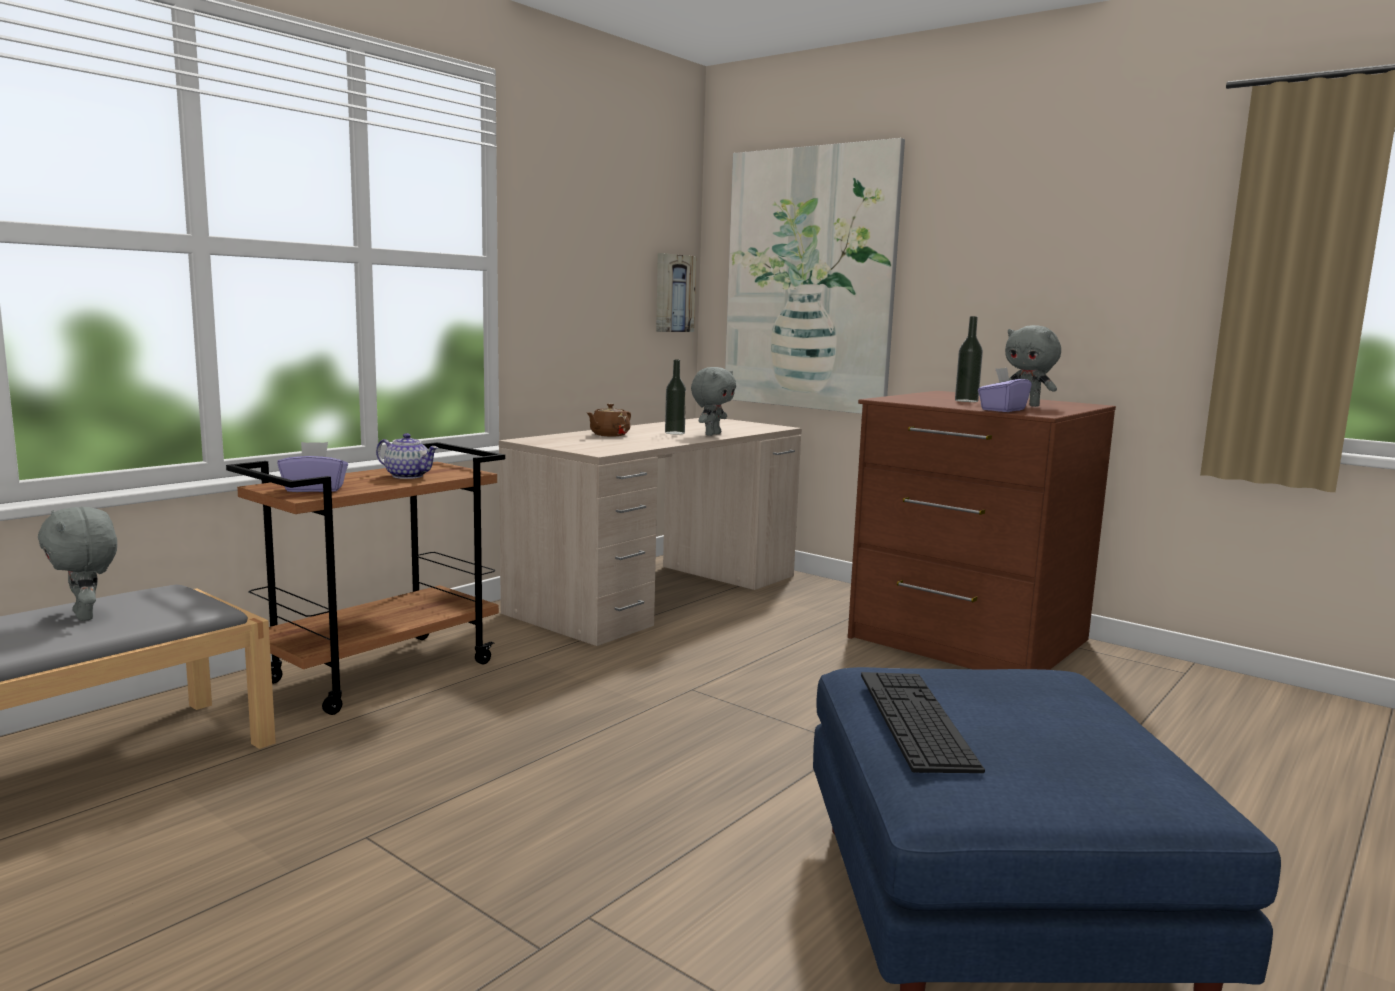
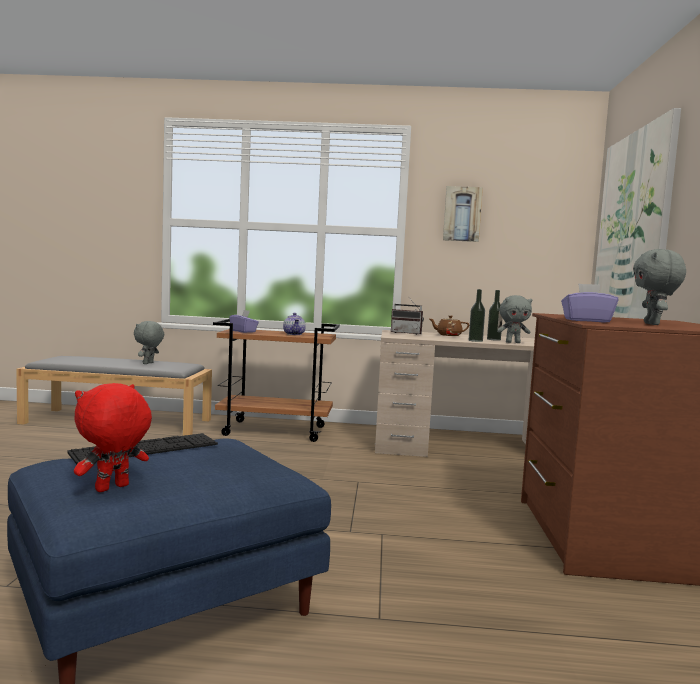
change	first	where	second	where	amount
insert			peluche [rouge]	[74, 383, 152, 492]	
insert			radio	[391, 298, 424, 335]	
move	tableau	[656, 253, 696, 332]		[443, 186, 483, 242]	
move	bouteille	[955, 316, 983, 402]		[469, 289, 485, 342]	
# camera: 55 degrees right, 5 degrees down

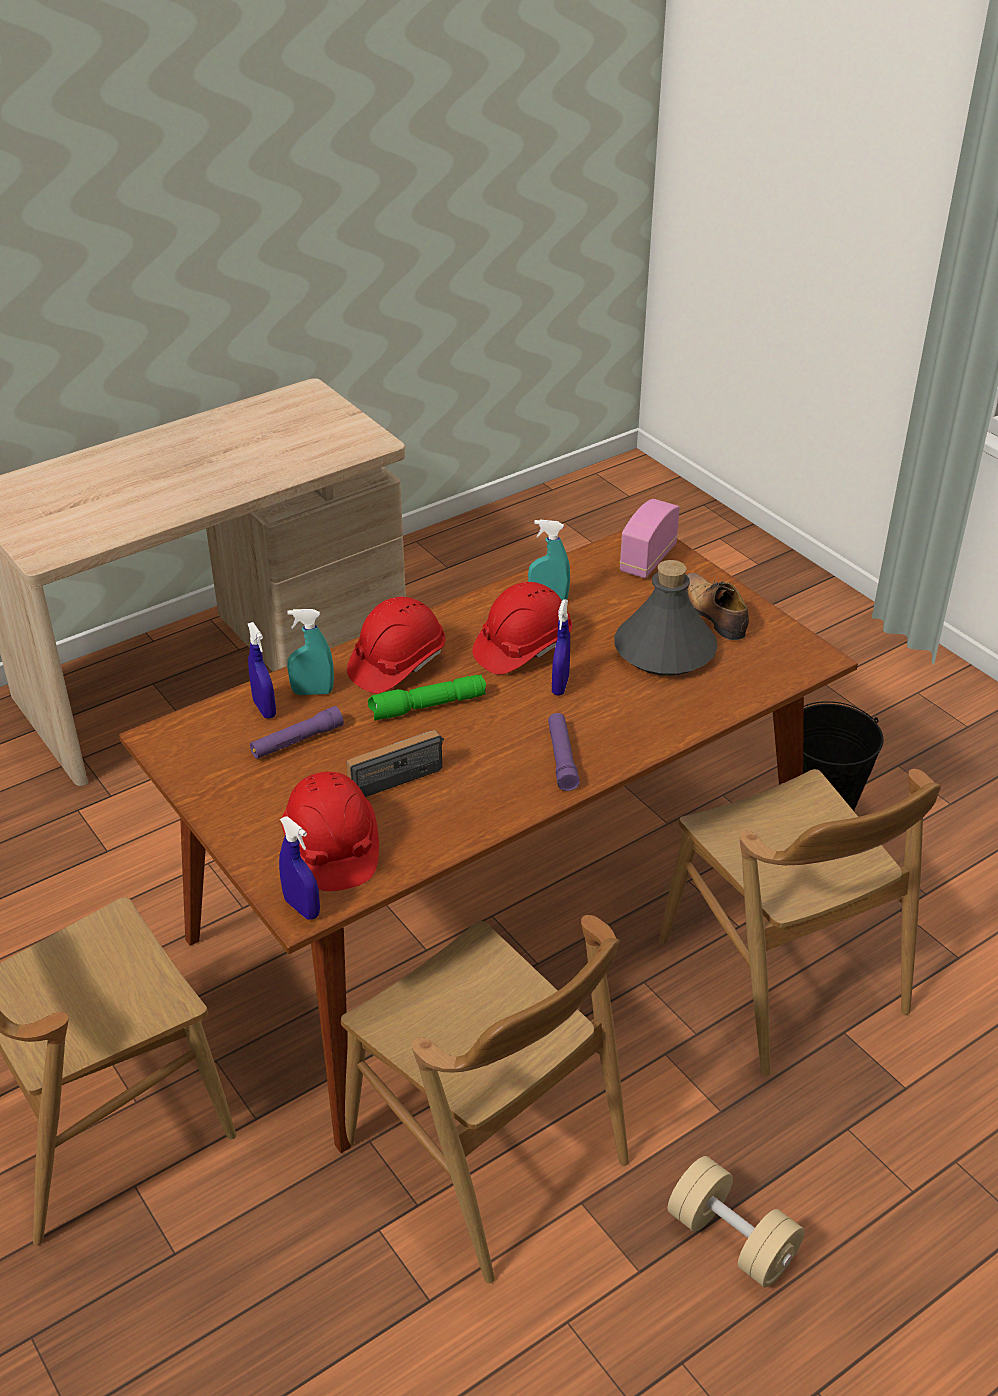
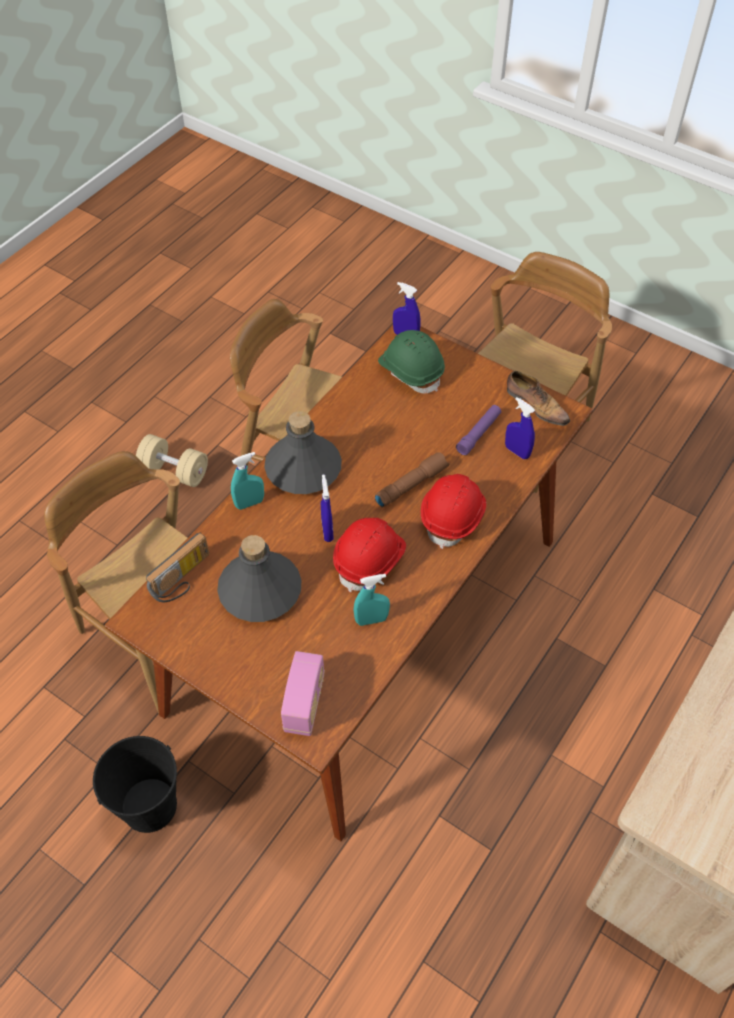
change	first	where	second	where	amount
move	vaporisateur [turquoise]	[287, 609, 334, 695]		[231, 452, 264, 510]	
move	radio	[346, 730, 444, 797]		[146, 532, 209, 602]	
move	chaussure	[686, 573, 749, 640]		[507, 371, 570, 426]	
replace	lampe de poche [violet]	[548, 713, 580, 791]	bouteille [gris]	[264, 411, 342, 494]	
recolor	casque de chantier [rouge]	[282, 772, 379, 891]	casque de chantier [vert]	[378, 330, 445, 393]	
recolor	lampe de poche [vert]	[368, 674, 486, 720]	lampe de poche [marron]	[375, 452, 449, 508]	
# camera: 160 degrees right, 15 degrees up

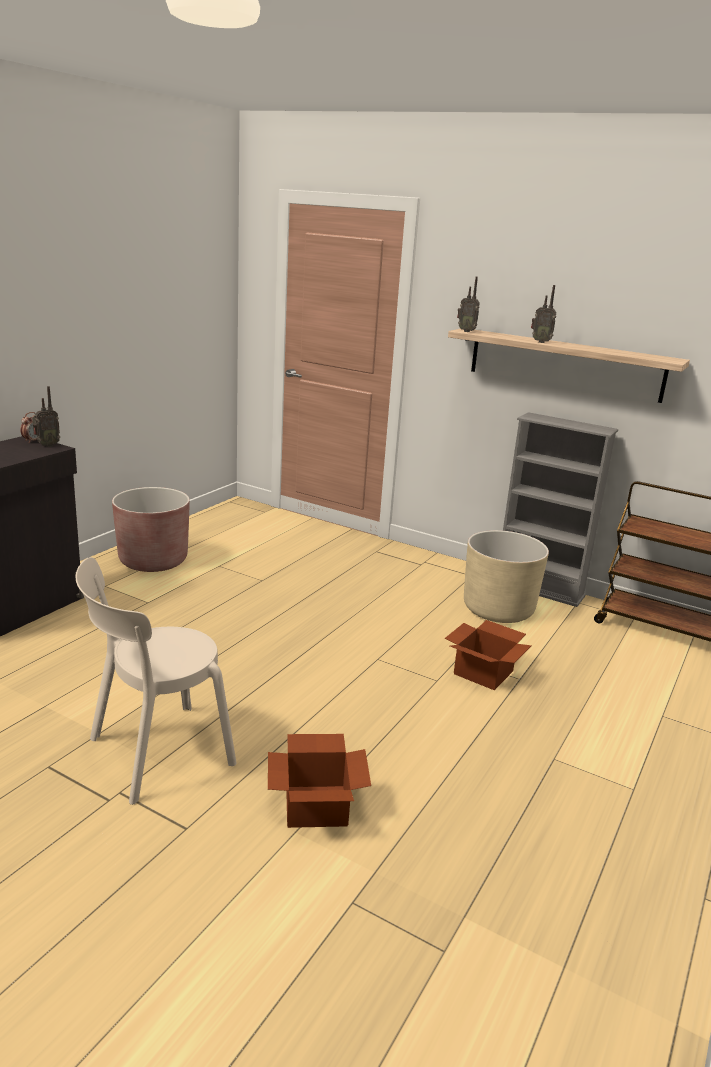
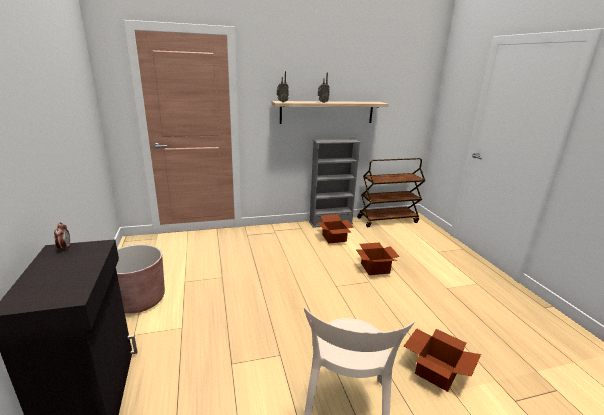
change	first	where	second	where	amount
delete	radio	[32, 386, 60, 447]			
replace	cache-pot [beige]	[464, 530, 549, 623]	carton	[318, 214, 354, 244]	
# camera: 45 degrees left, 0 degrees up

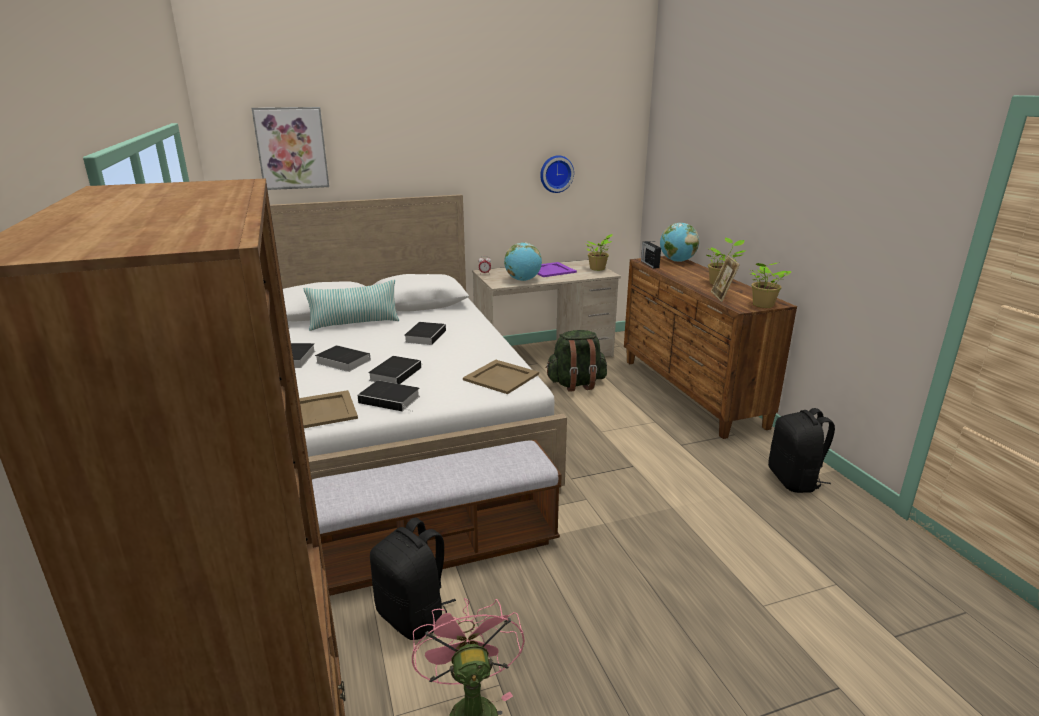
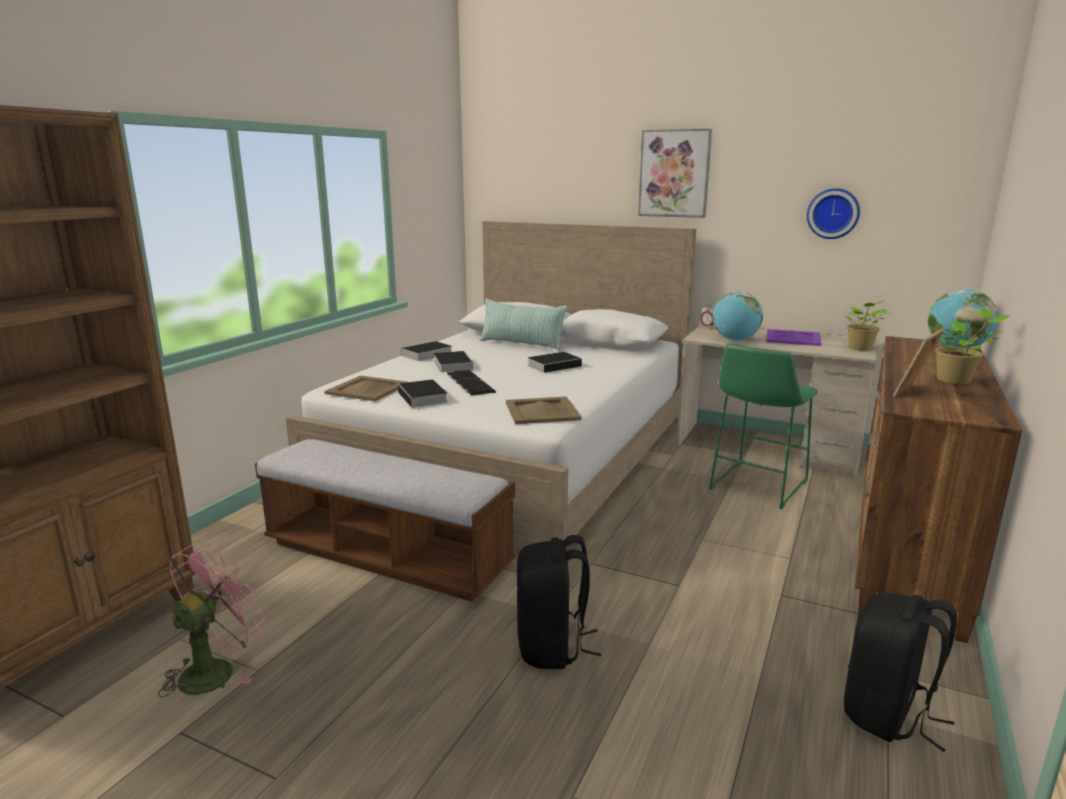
change	first	where	second	where	amount
delete	radio	[641, 241, 661, 269]			
delete	plante en pot	[751, 263, 791, 308]			
move	tableau	[252, 107, 329, 190]		[638, 128, 712, 218]	
move	sac à dos [noir]	[370, 517, 456, 640]		[517, 535, 601, 669]	
replace	livre	[368, 356, 423, 384]	clavier	[447, 370, 496, 396]	
replace	sac à dos [vert]	[546, 330, 607, 392]	tabouret [vert]	[709, 344, 818, 509]	
# camera: 45 degrees right, 5 degrees down

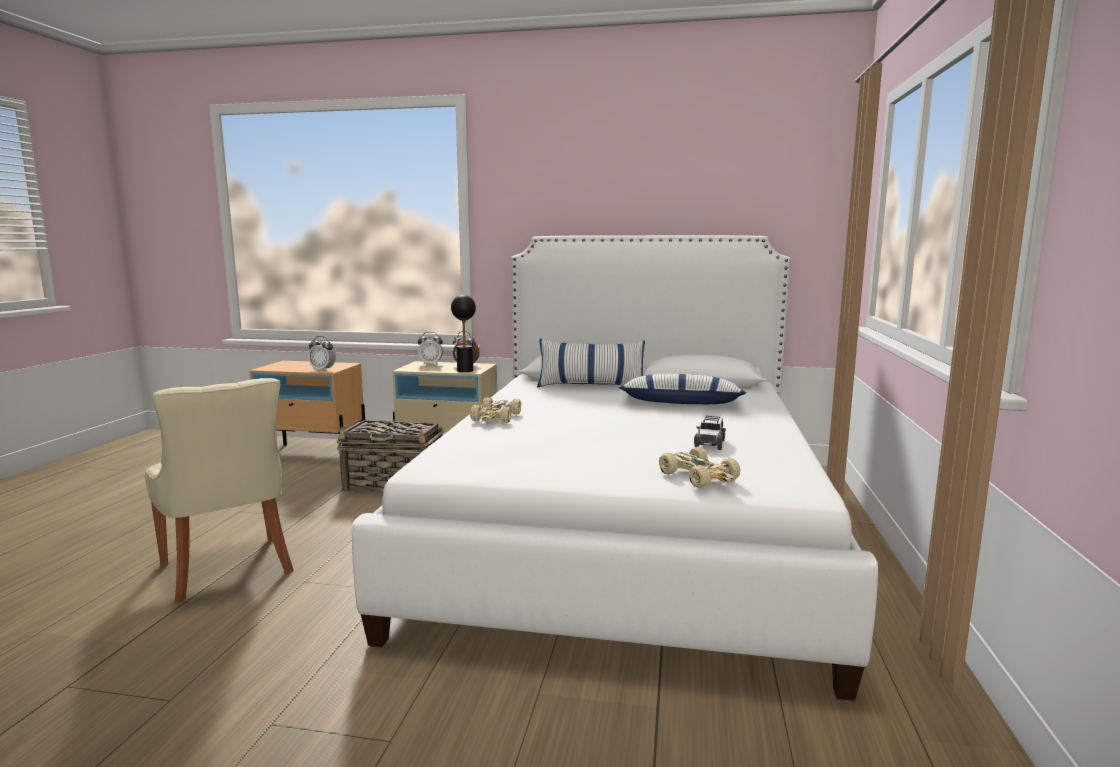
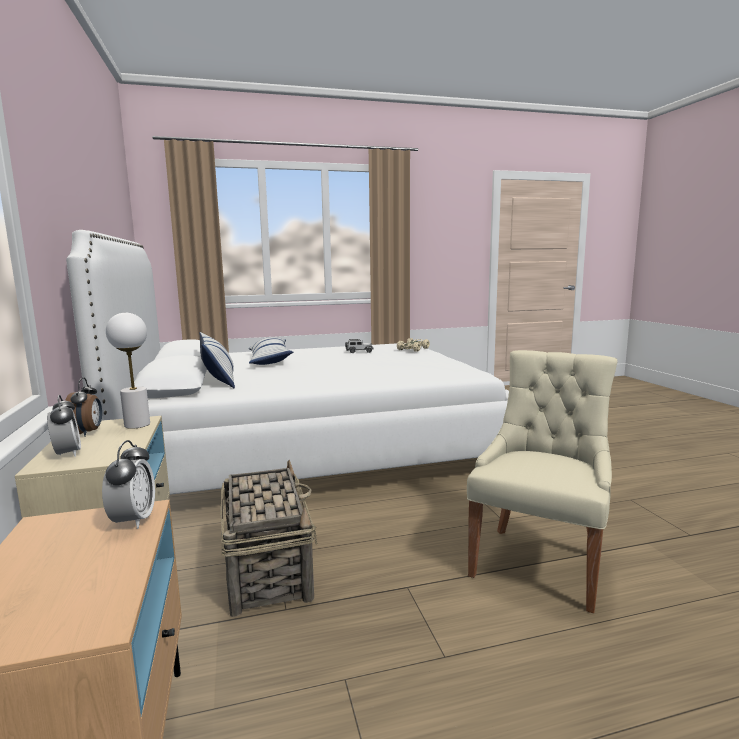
change	first	where	second	where	amount
delete	petite voiture [beige]	[470, 397, 521, 423]			
recolor	lampe de table [noir]	[451, 295, 476, 372]	lampe de table [blanc]	[106, 313, 150, 429]	
# camera: 115 degrees left, 0 degrees up

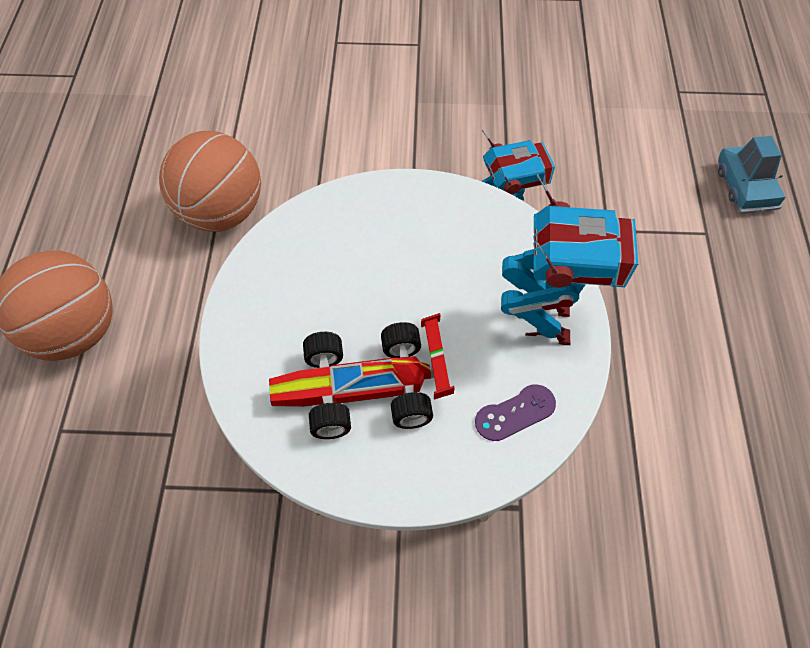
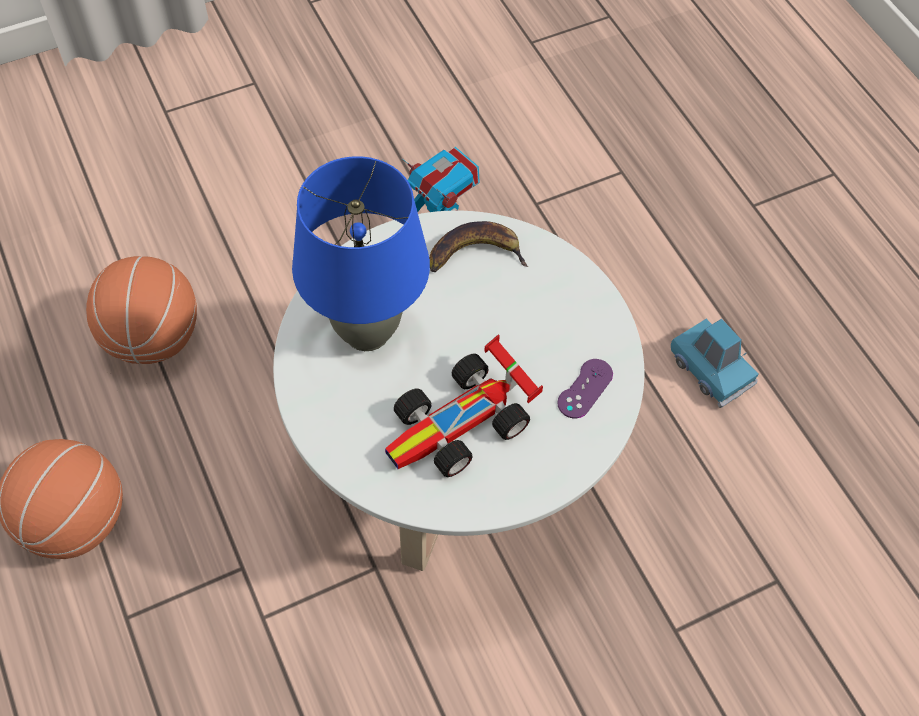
change	first	where	second	where	amount
delete	robot jouet	[501, 174, 638, 345]			
insert			lampe de table [bleu]	[292, 156, 430, 351]	
insert			banane	[429, 221, 528, 272]	
move	petite voiture [bleu]	[718, 136, 785, 214]		[671, 319, 759, 408]	
# camera: 30 degrees left, 0 degrees up

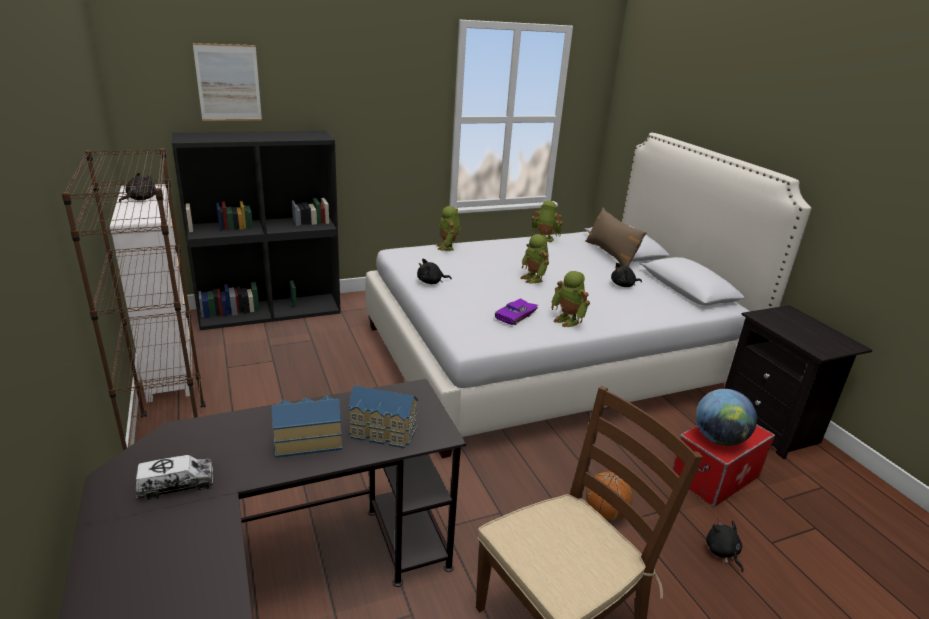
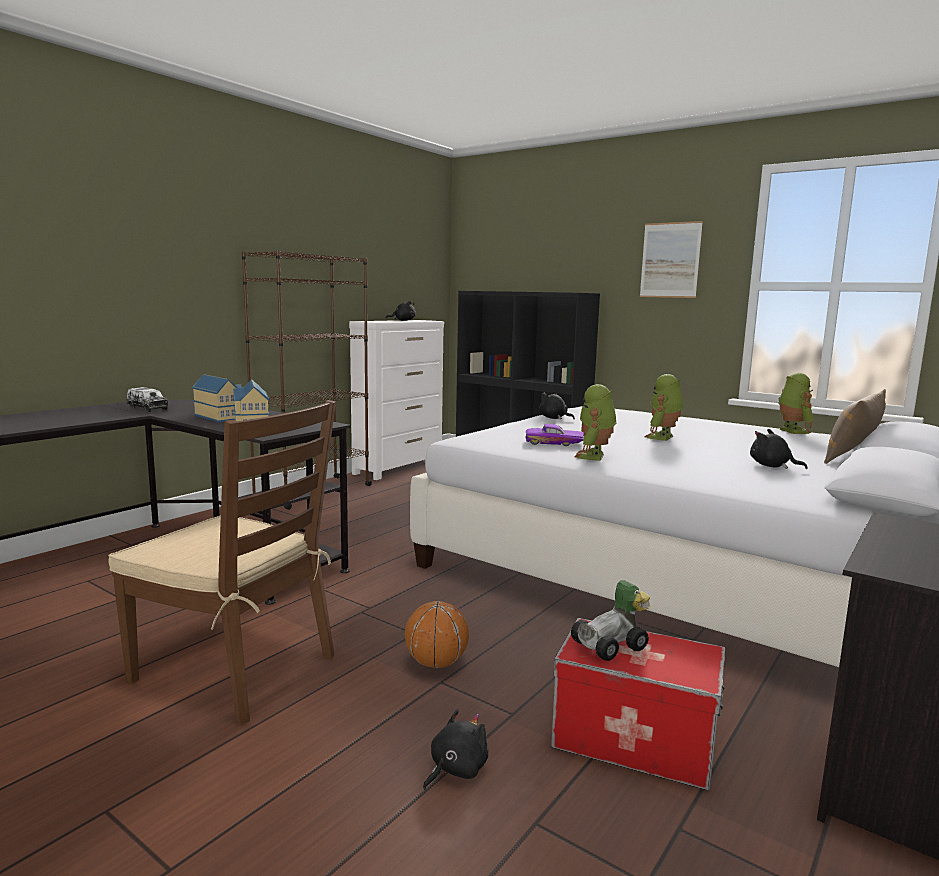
change	first	where	second	where	amount
delete	robot jouet	[436, 206, 461, 251]			
move	tableau	[193, 43, 262, 121]		[640, 221, 703, 298]	
replace	globe	[696, 389, 757, 446]	petite voiture	[571, 580, 651, 661]	
# camera: 60 degrees right, 15 degrees down

